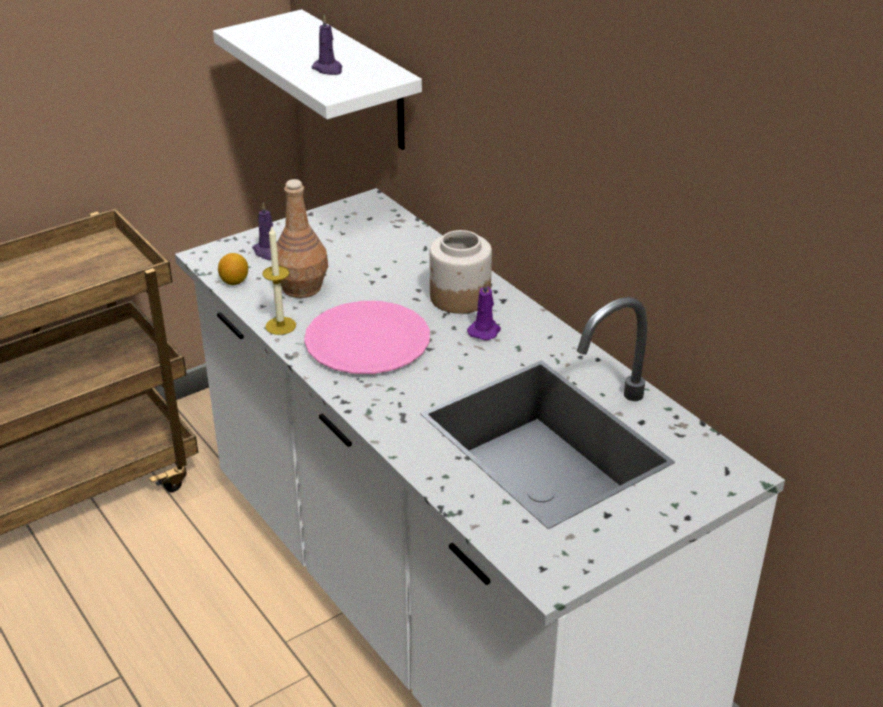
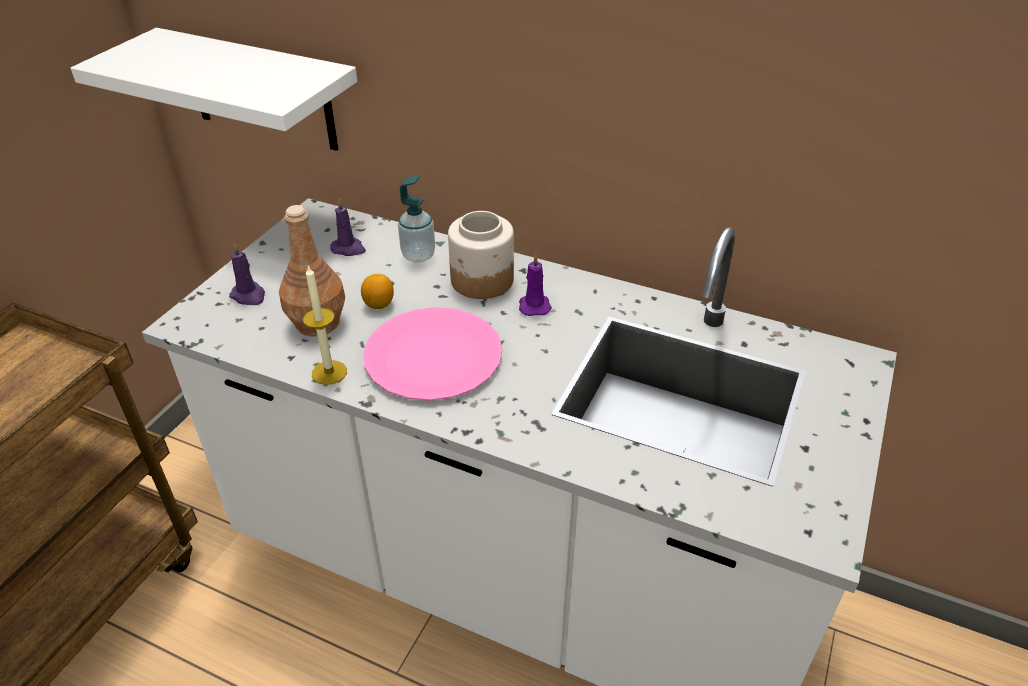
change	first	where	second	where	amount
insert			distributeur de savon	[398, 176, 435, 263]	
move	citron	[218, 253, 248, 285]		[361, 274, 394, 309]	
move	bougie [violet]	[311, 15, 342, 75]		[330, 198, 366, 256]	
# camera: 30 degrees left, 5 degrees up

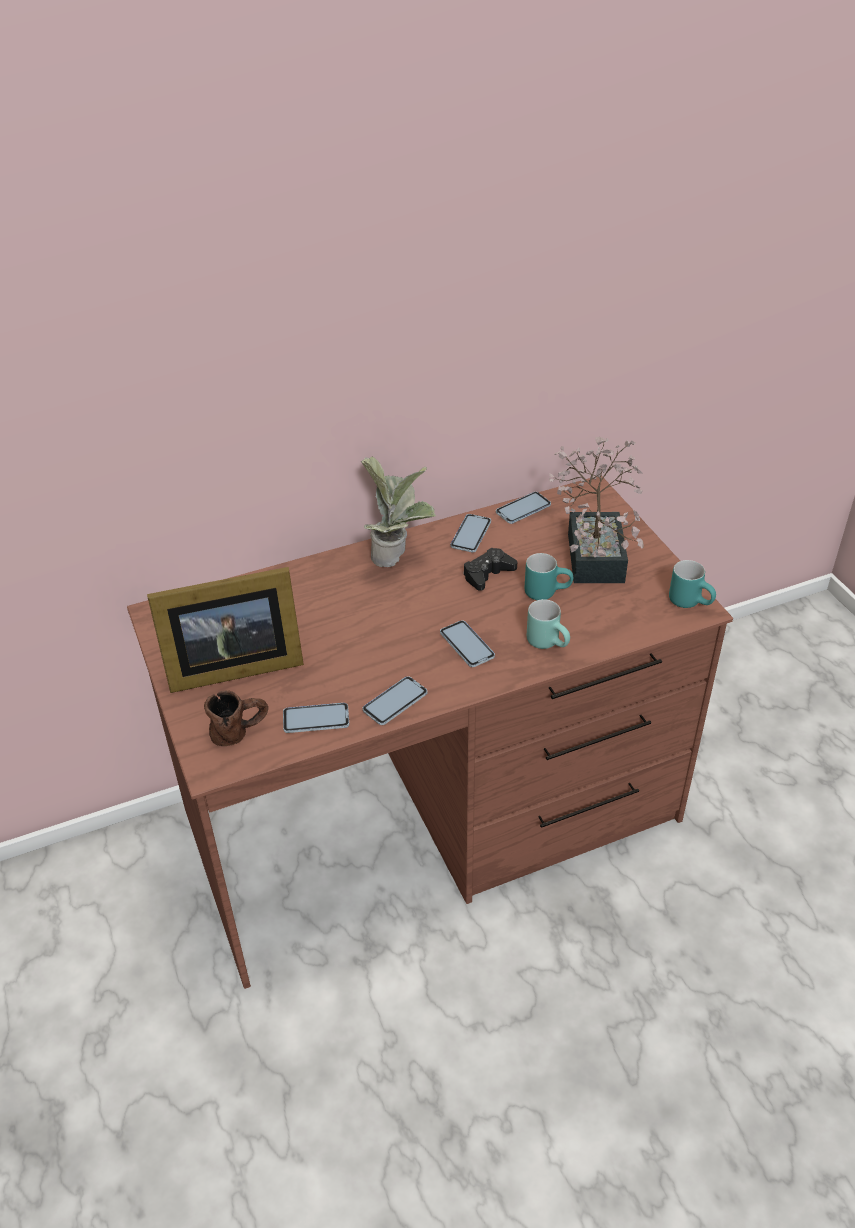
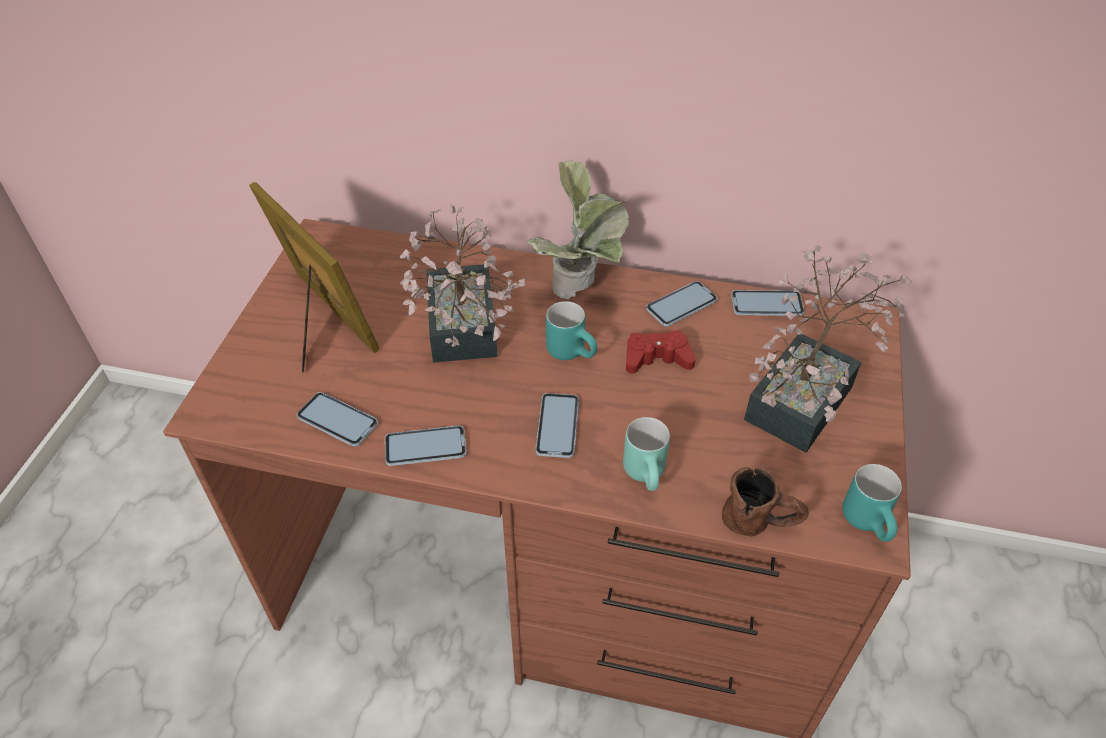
change	first	where	second	where	amount
insert			plante en pot	[400, 204, 525, 362]	
move	mug [marron]	[204, 690, 268, 746]		[722, 467, 809, 537]	
move	mug [turquoise]	[525, 553, 573, 600]		[546, 301, 597, 360]	
recolor	manette [noir]	[464, 548, 517, 591]	manette [rouge]	[626, 330, 696, 373]	
rotate	cadre photo	[147, 567, 304, 693]		[249, 182, 379, 372]	150 degrees counterclockwise
# camera: 35 degrees right, 5 degrees up

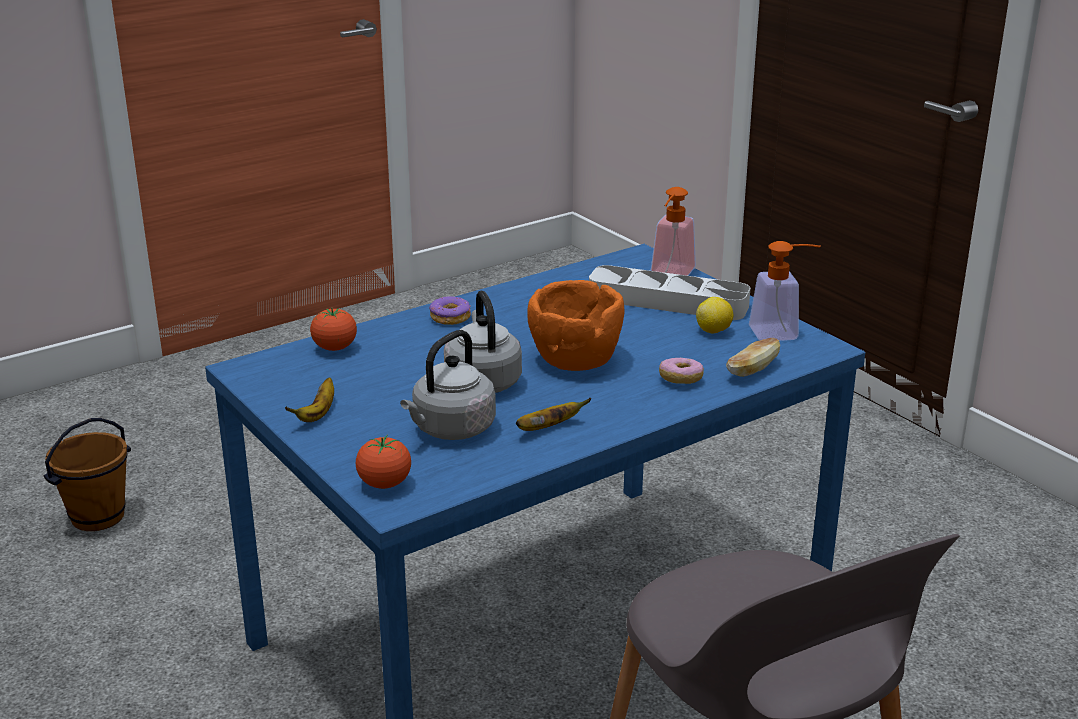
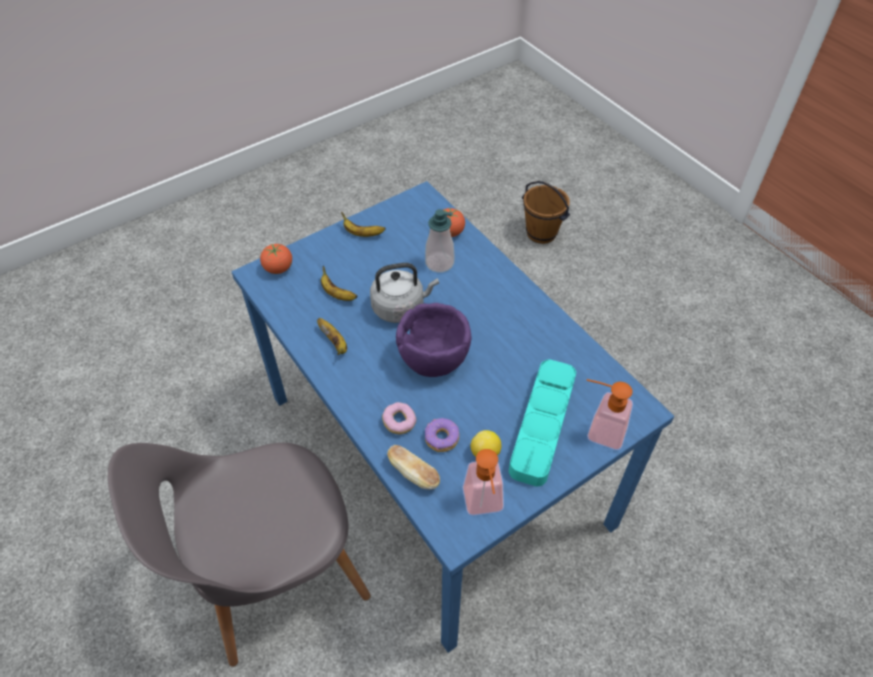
change	first	where	second	where	amount
insert			distributeur de savon	[425, 209, 454, 273]	
move	beignet	[429, 296, 471, 325]		[425, 418, 459, 452]	
replace	bouilloire [gris]	[400, 330, 496, 440]	banane	[321, 266, 357, 301]	
recolor	bol [orange]	[527, 280, 625, 371]	bol [violet]	[396, 303, 471, 377]	
recolor	plateau [gris]	[589, 265, 750, 320]	plateau [turquoise]	[509, 359, 576, 486]	
# camera: 90 degrees right, 25 degrees up

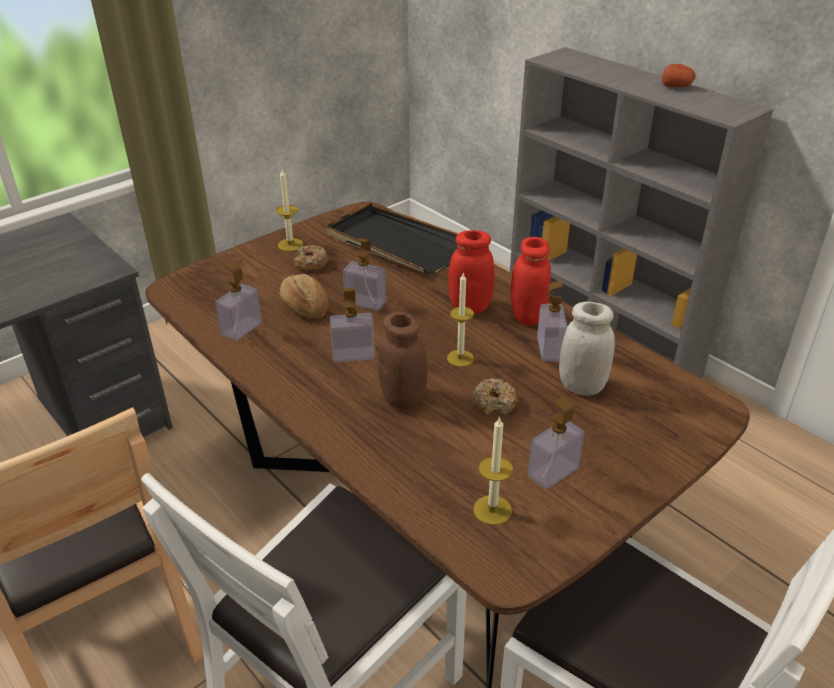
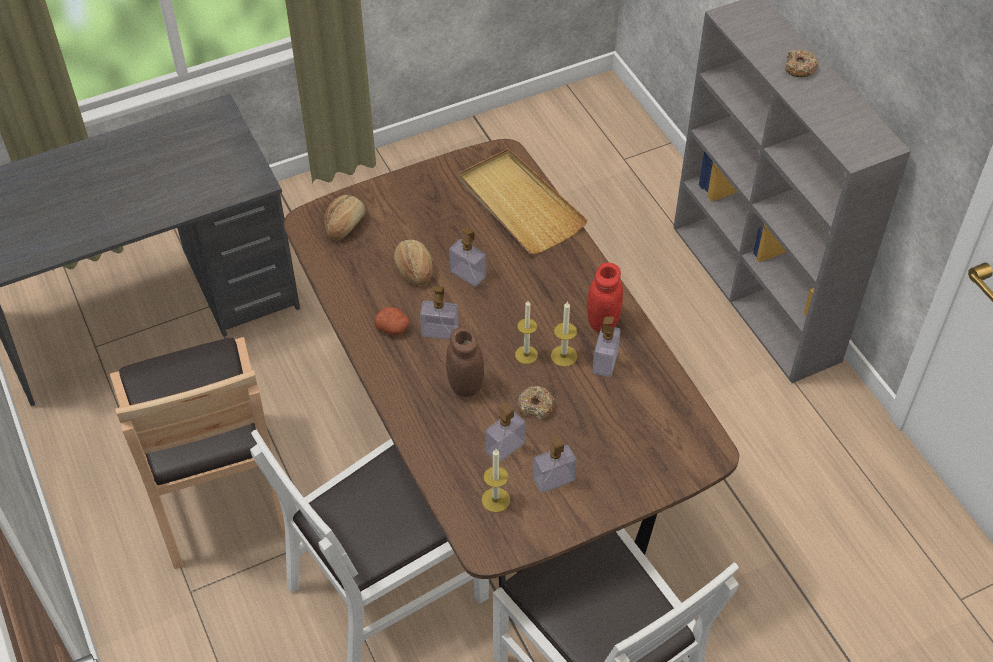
change	first	where	second	where	amount
delete	bocal [rouge]	[449, 230, 495, 314]			
delete	bocal [blanc]	[559, 301, 615, 396]			
insert			pain	[324, 195, 365, 240]	
move	distributeur de savon	[215, 261, 262, 341]		[485, 402, 526, 462]	
move	bougie	[276, 169, 303, 251]		[551, 301, 577, 367]	
move	beignet	[294, 245, 329, 272]		[785, 49, 818, 77]	
move	pomme de terre	[662, 64, 696, 87]		[374, 307, 410, 335]	
recolor	plateau [noir]	[327, 203, 459, 274]	plateau [beige]	[459, 149, 588, 254]	
# camera: 15 degrees right, 15 degrees up

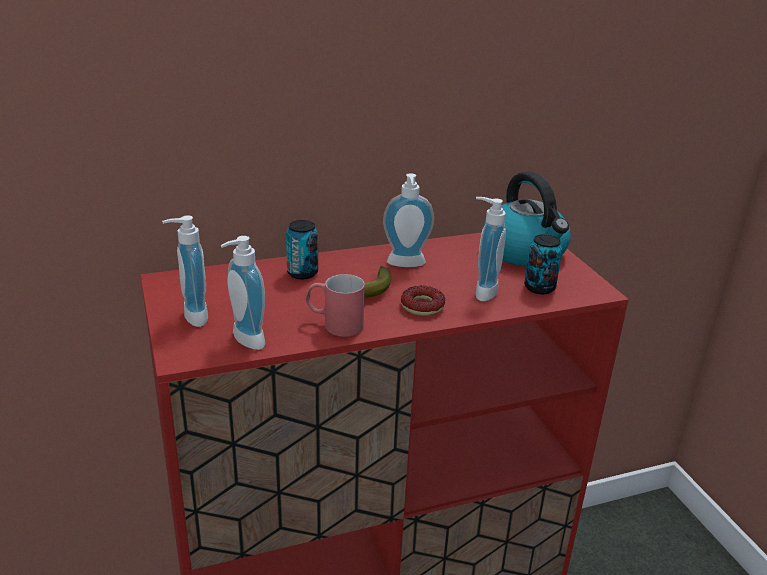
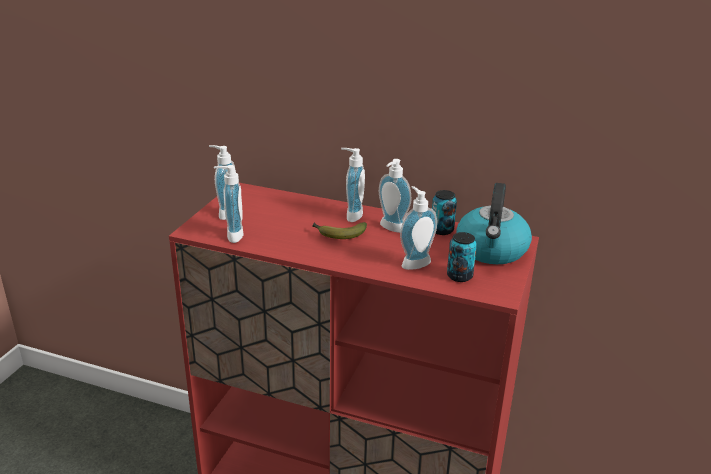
change	first	where	second	where	amount
delete	mug [rouge]	[305, 274, 365, 337]			
delete	beignet	[401, 286, 445, 316]			
insert			distributeur de savon	[341, 148, 365, 222]	
move	boîte métallique	[286, 220, 318, 279]		[432, 190, 457, 235]	
# camera: 40 degrees right, 0 degrees up

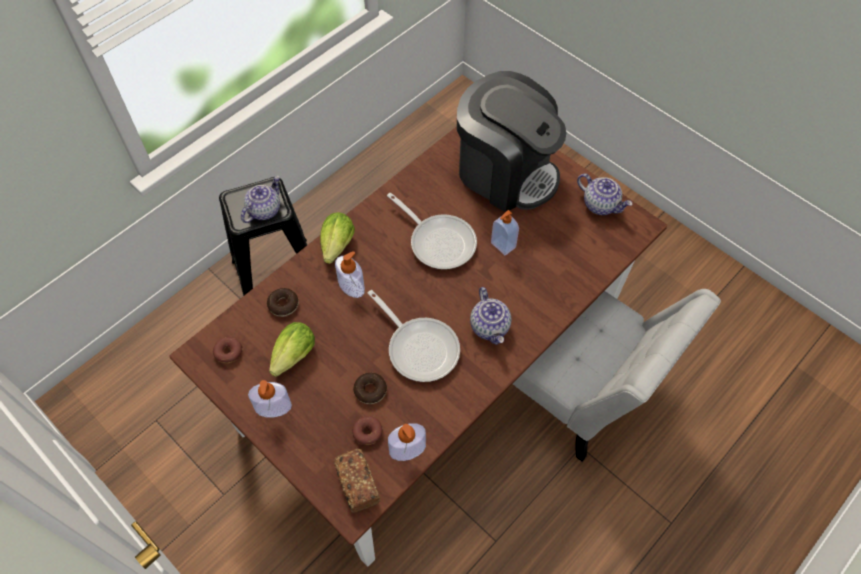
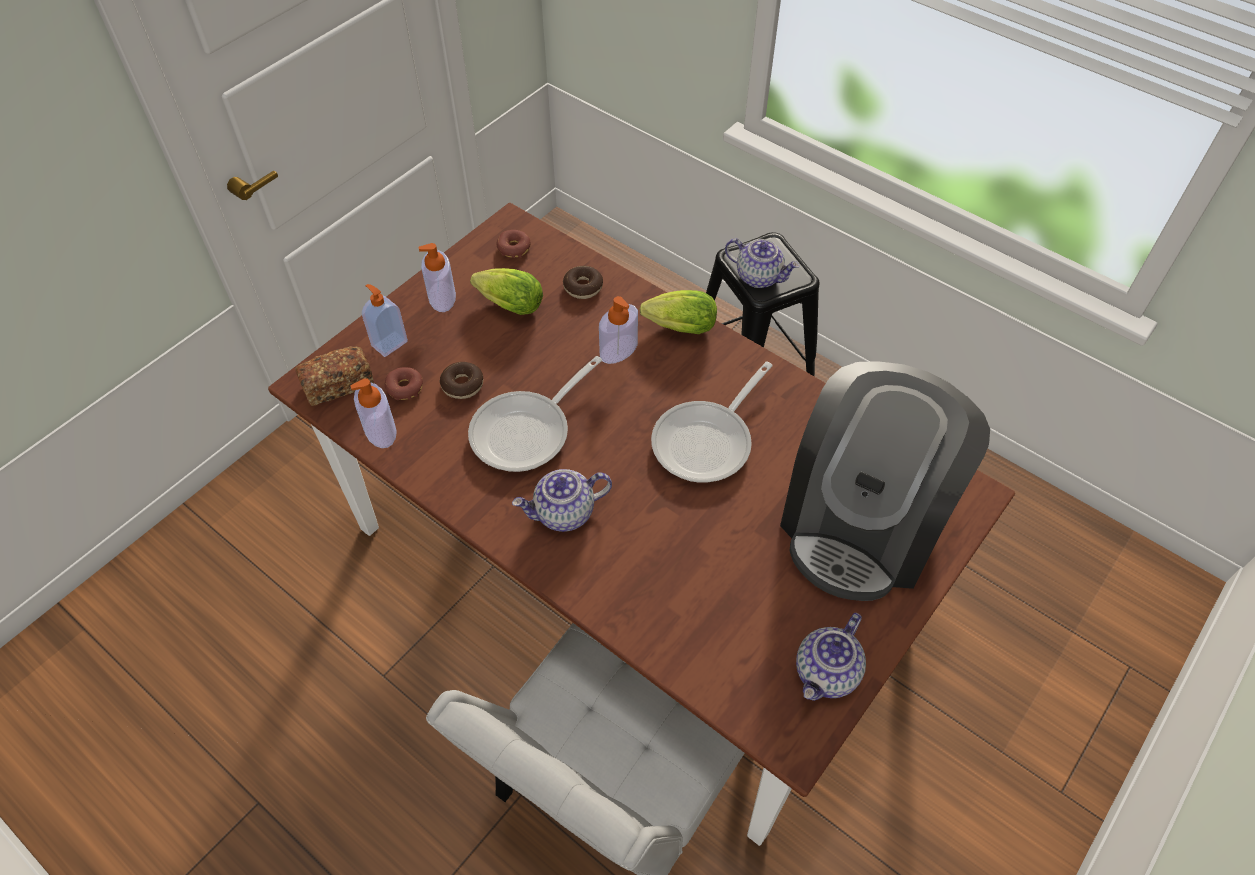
change	first	where	second	where	amount
move	distributeur de savon	[491, 210, 519, 256]		[362, 284, 408, 357]	
# camera: 85 degrees right, 5 degrees down

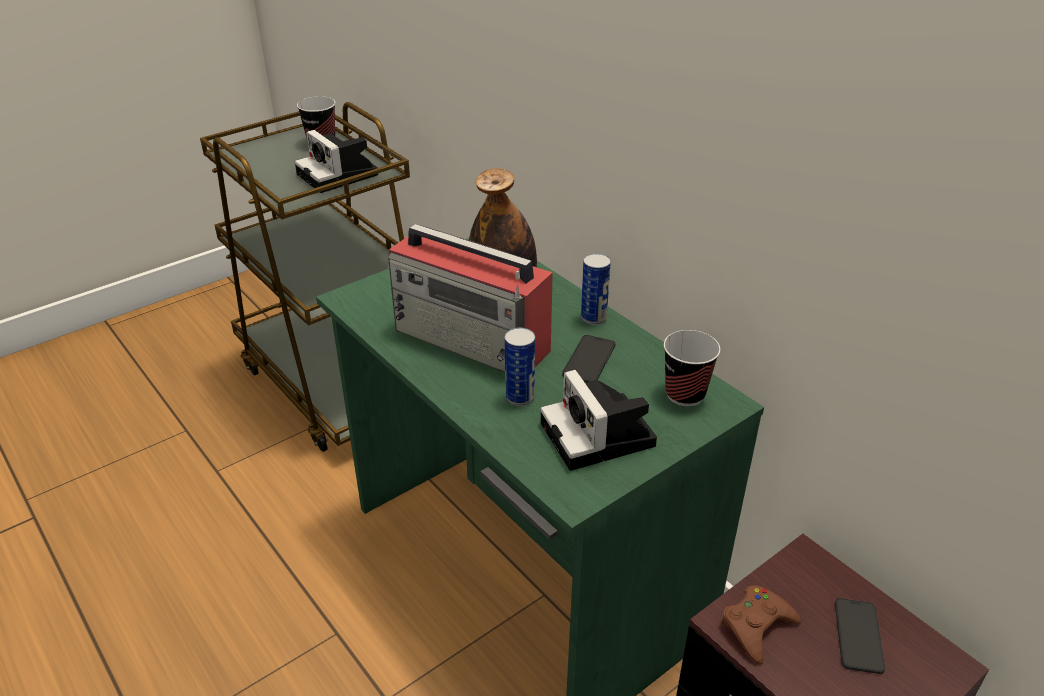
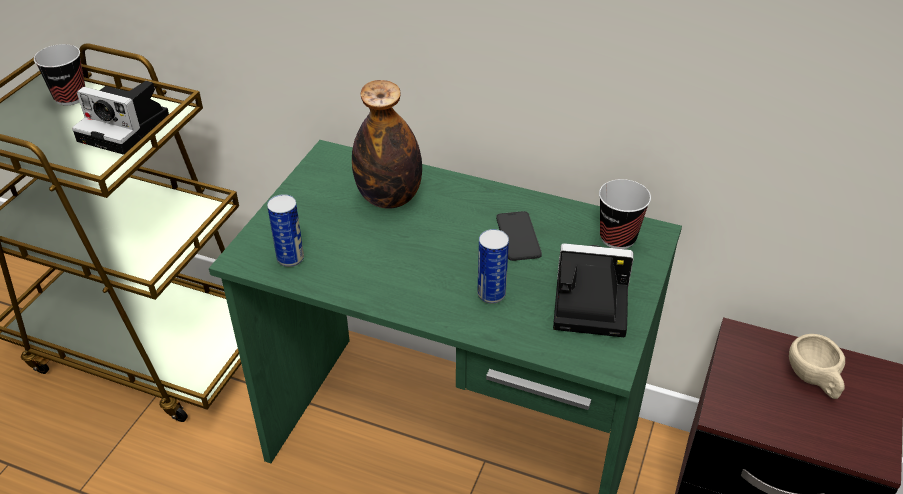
change	first	where	second	where	amount
delete	radio	[388, 224, 553, 372]			
delete	manette [marron]	[721, 585, 801, 664]			
move	boîte métallique	[581, 253, 611, 325]		[267, 194, 304, 267]	
replace	téléphone	[835, 598, 885, 674]	tasse [beige]	[789, 334, 845, 399]	
rotate	appareil photo	[540, 370, 657, 471]		[553, 243, 633, 337]	150 degrees clockwise
# camera: 30 degrees left, 5 degrees up

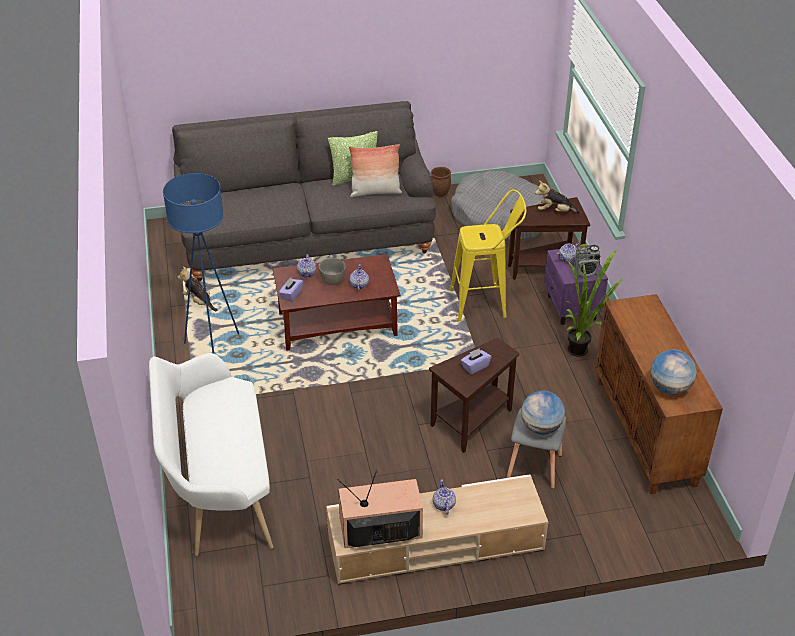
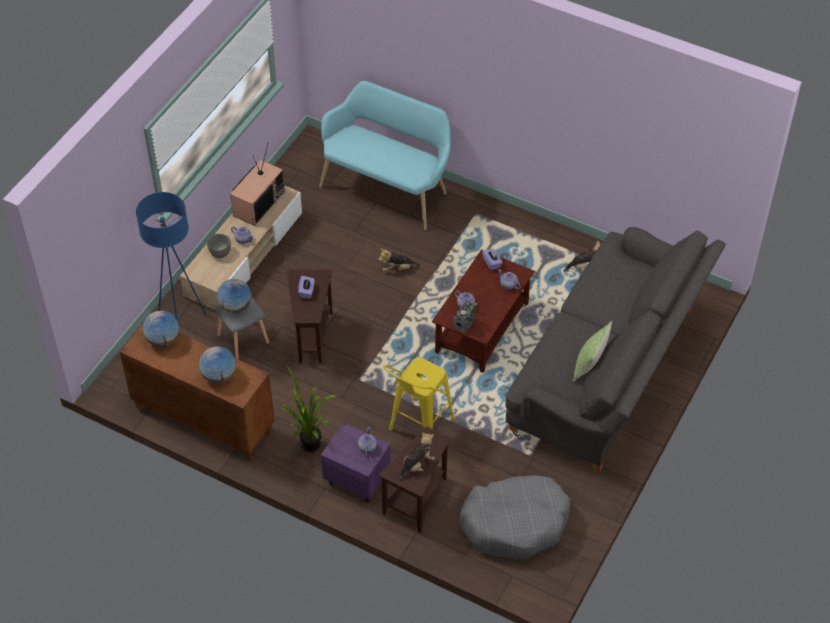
change	first	where	second	where	amount
delete	coussin	[349, 144, 402, 197]			
delete	cache-pot [marron]	[430, 167, 451, 197]			
insert			globe	[199, 347, 236, 383]	
insert			peluche	[379, 249, 420, 271]	
move	lampadaire [bleu]	[163, 173, 239, 354]		[136, 192, 206, 321]	
move	bol [gris]	[319, 258, 346, 285]		[207, 234, 231, 258]	
move	radio	[574, 244, 600, 277]		[454, 301, 475, 333]	
recolor	banc [blanc]	[149, 353, 273, 556]	banc [turquoise]	[319, 81, 451, 230]	
# camera: 130 degrees right, 10 degrees up

